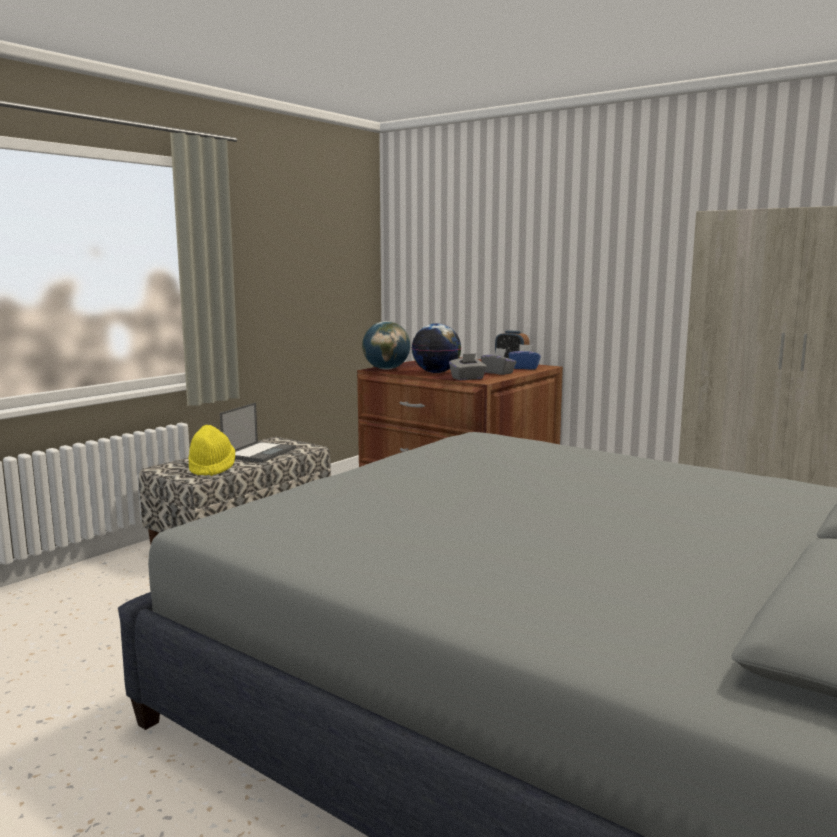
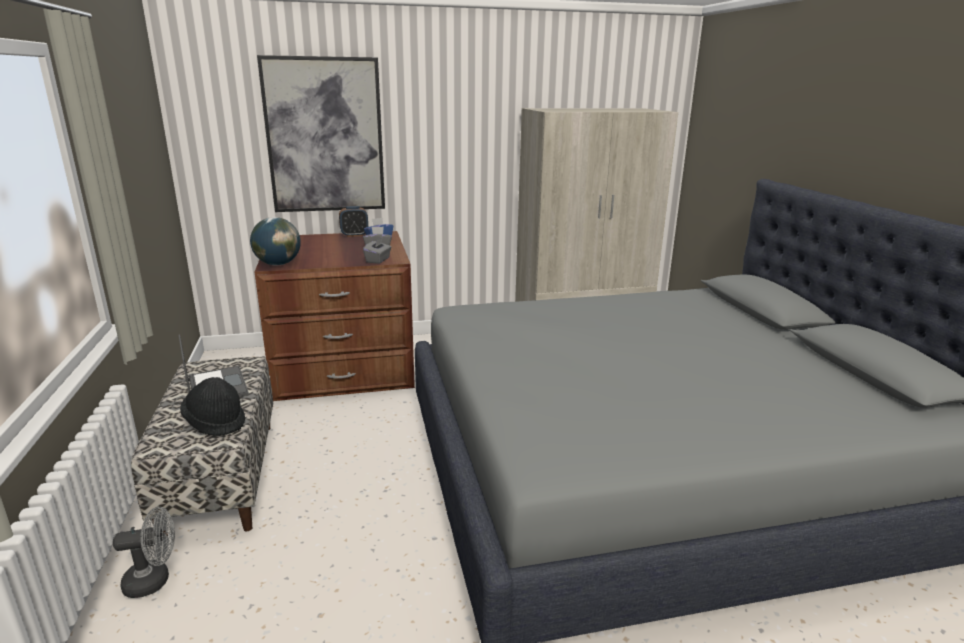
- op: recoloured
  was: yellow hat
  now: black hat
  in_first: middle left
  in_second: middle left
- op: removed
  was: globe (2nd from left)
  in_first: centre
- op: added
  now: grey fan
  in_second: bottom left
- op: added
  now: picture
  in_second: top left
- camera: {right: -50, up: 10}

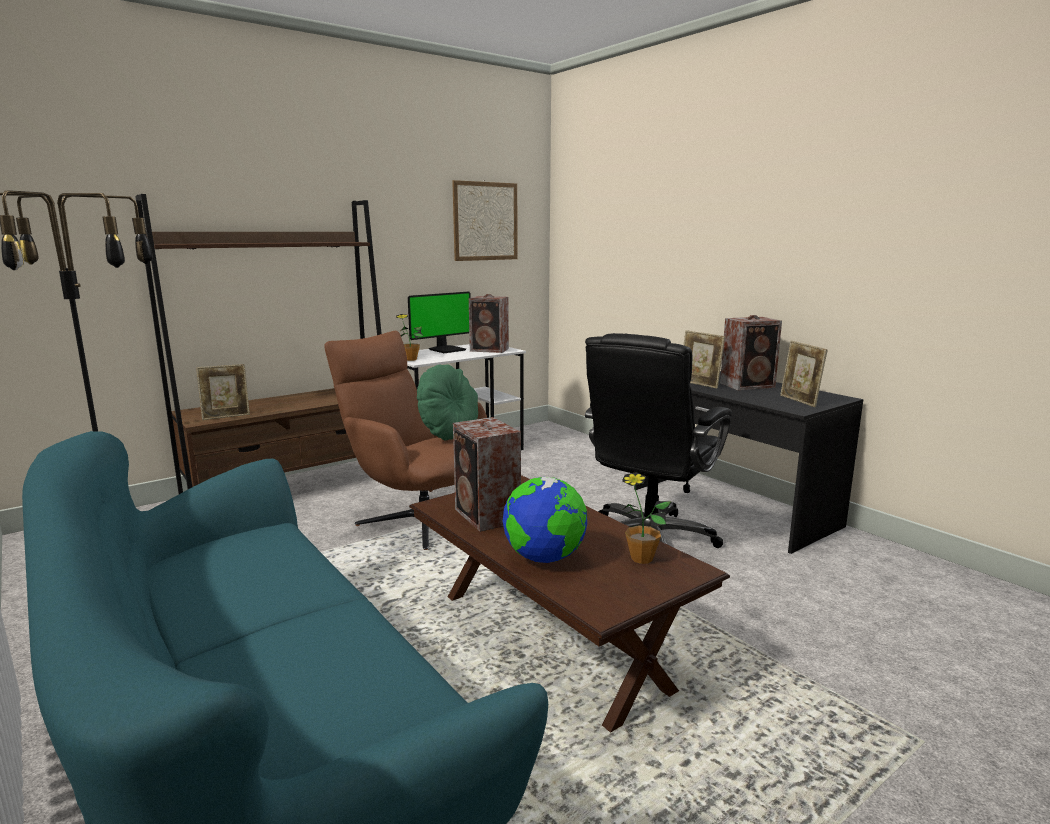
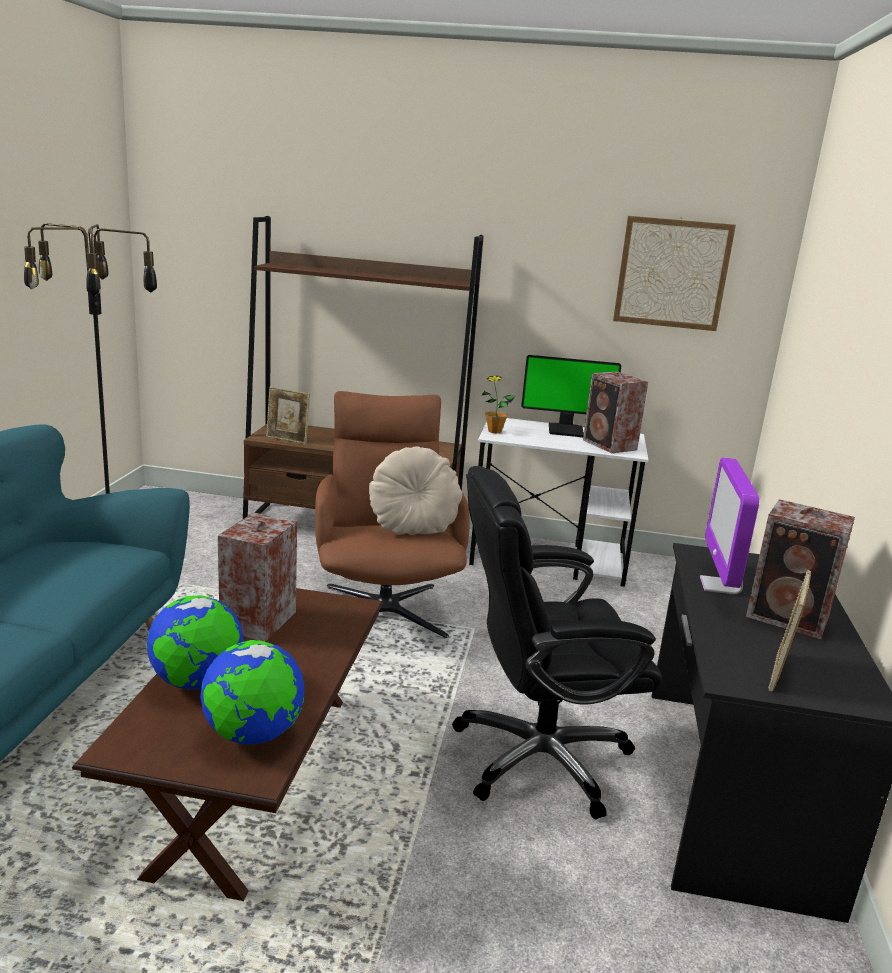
- op: recoloured
  was: green pillow
  now: beige pillow
  in_first: centre
  in_second: centre
- op: replaced
  was: potted plant (2nd from left)
  now: globe (2nd from left)
  in_first: centre
  in_second: bottom left
- op: replaced
  was: picture frame (2nd from left)
  now: monitor (2nd from left)
  in_first: middle right
  in_second: middle right
- camera: {right: 45, up: 5}

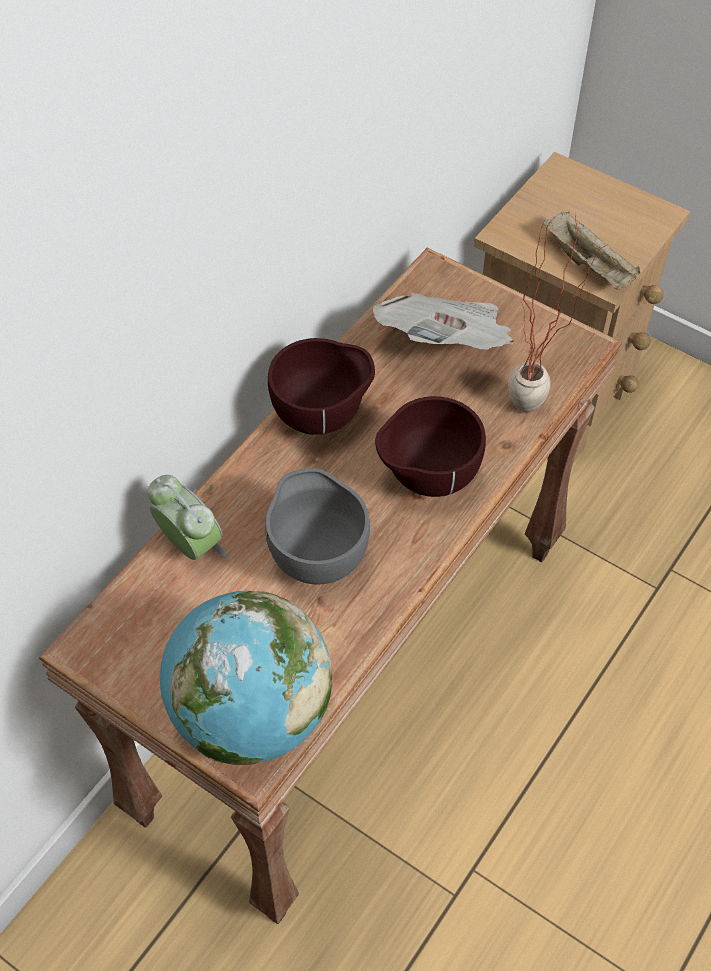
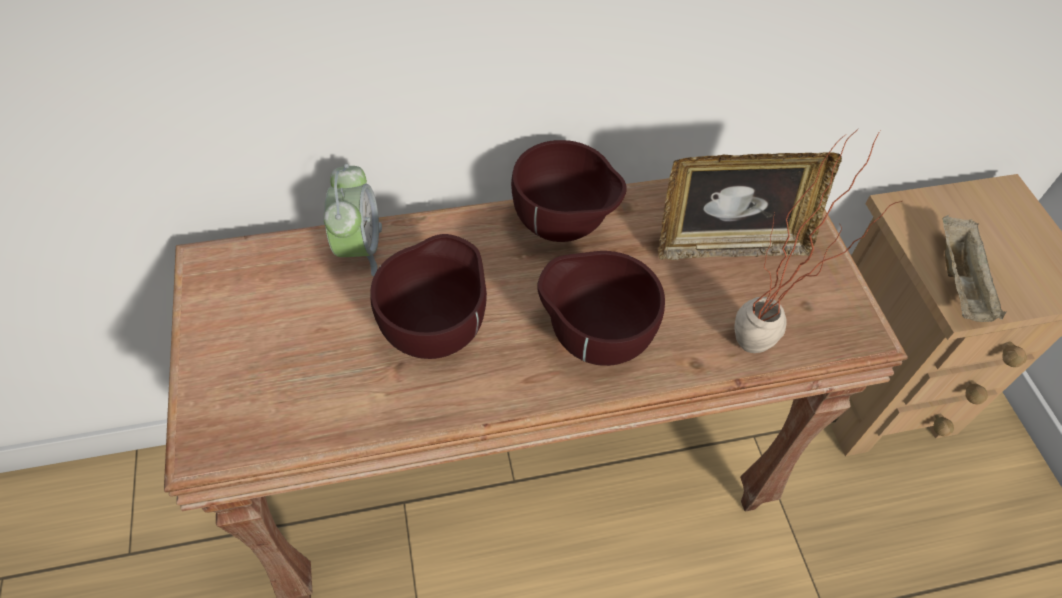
- op: removed
  was: globe
  in_first: bottom centre
- op: recoloured
  was: grey bowl
  now: brown bowl (1st from left)
  in_first: centre
  in_second: centre
- op: replaced
  was: newspaper
  now: picture frame
  in_first: top centre
  in_second: middle right
- camera: {right: 40, up: 0}

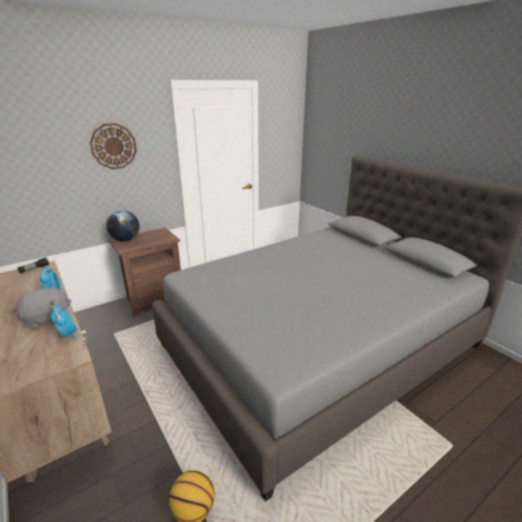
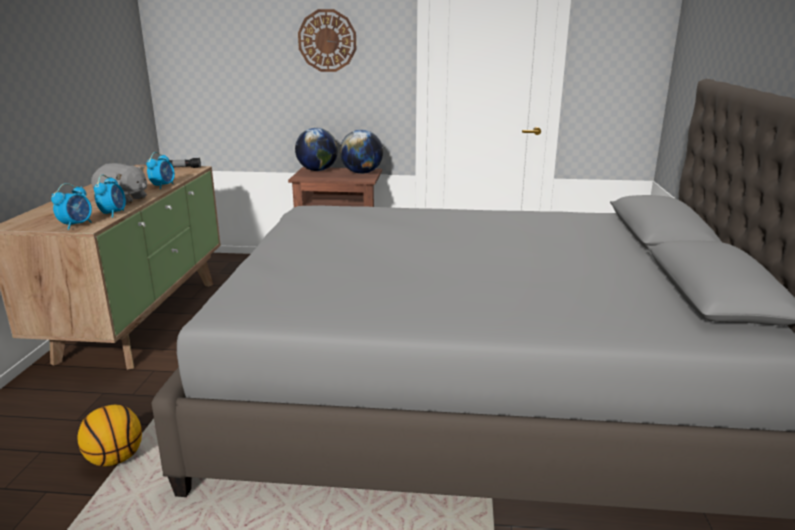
- op: added
  now: alarm clock (1st from left)
  in_second: middle left
- op: added
  now: globe (2nd from left)
  in_second: top centre
- camera: {right: 40, up: -5}

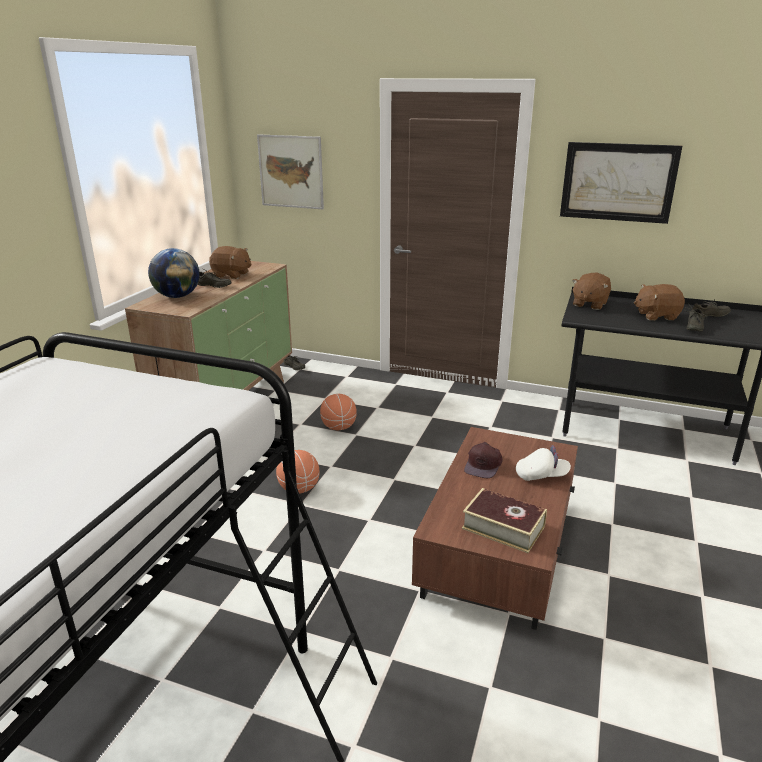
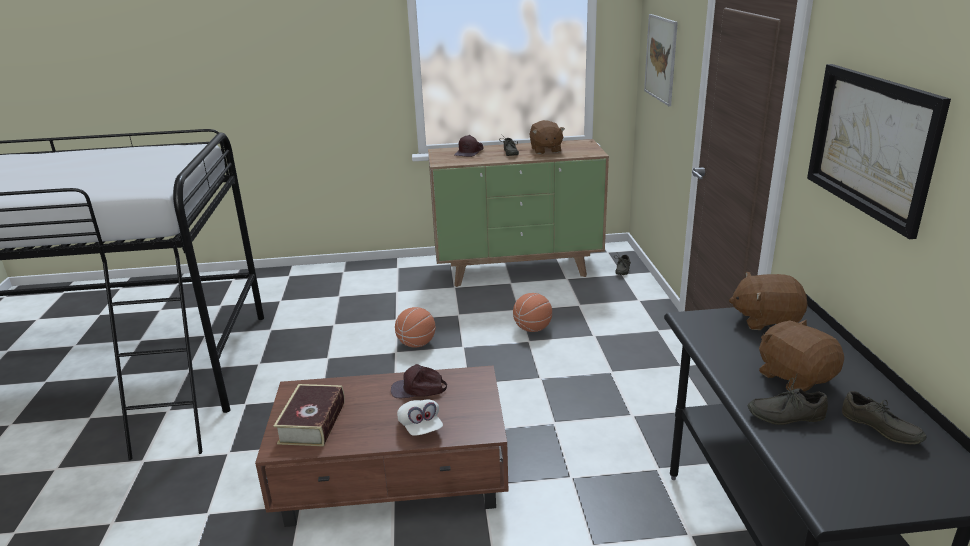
- op: replaced
  was: globe
  now: brown cap (2nd from left)
  in_first: middle left
  in_second: top centre
- camera: {right: 65, up: 0}

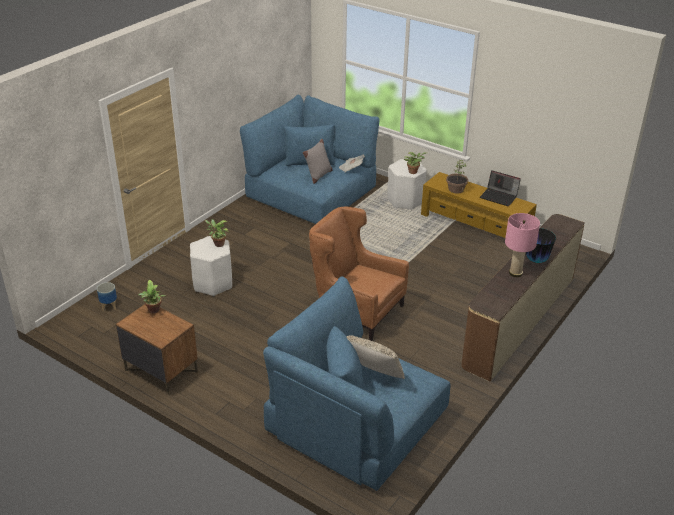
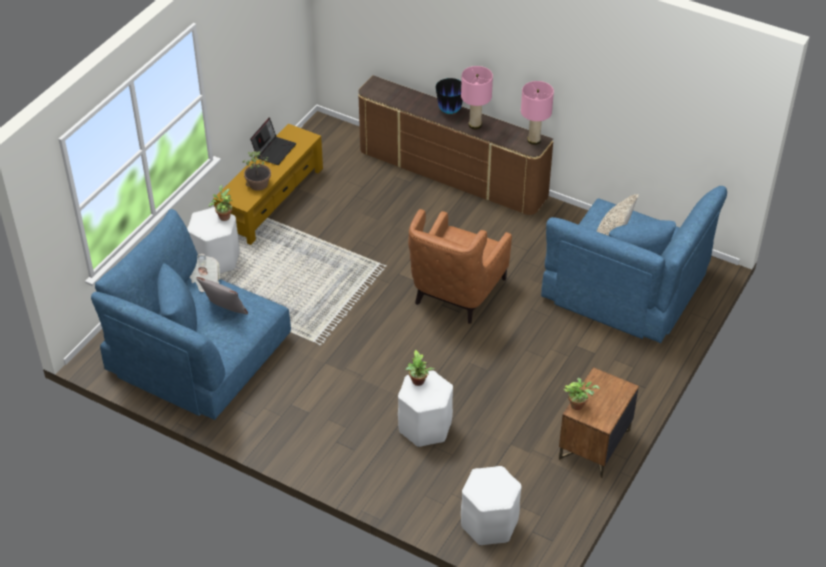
- op: replaced
  was: planter
  now: white stool (3rd from left)
  in_first: middle left
  in_second: bottom centre
- op: added
  now: pink table lamp (2nd from left)
  in_second: top centre
- camera: {right: -95, up: 10}

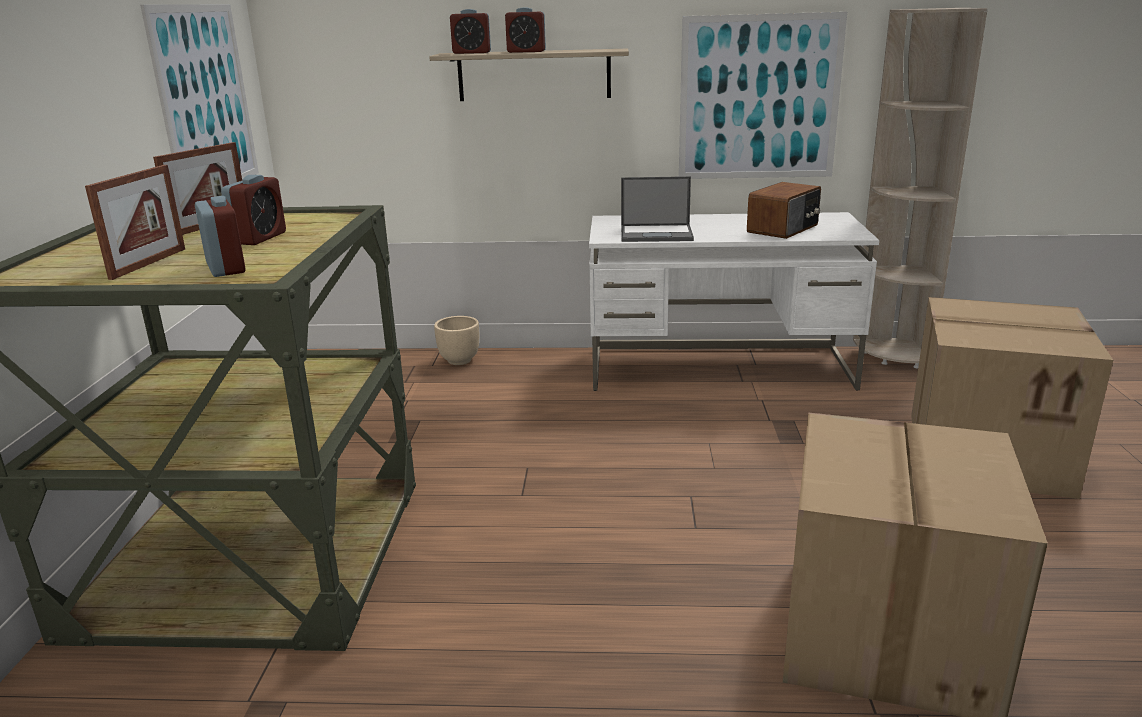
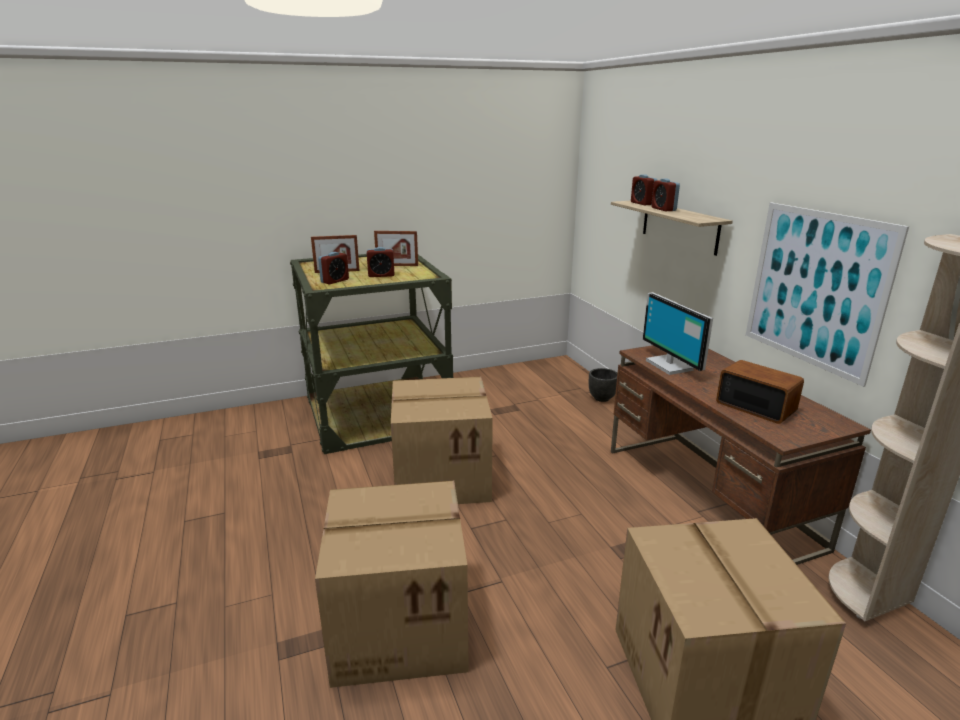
- op: removed
  was: picture (1st from left)
  in_first: top left
- op: recoloured
  was: beige planter
  now: black planter
  in_first: centre
  in_second: centre
- op: recoloured
  was: white desk
  now: brown desk
  in_first: centre
  in_second: middle right
- op: replaced
  was: laptop
  now: monitor
  in_first: top centre
  in_second: middle right
- op: turned
  was: radio
  in_first: top right
  in_second: middle right
  clockwise: -150
- op: added
  now: cardboard box (2nd from left)
  in_second: centre
- camera: {right: 65, up: 0}

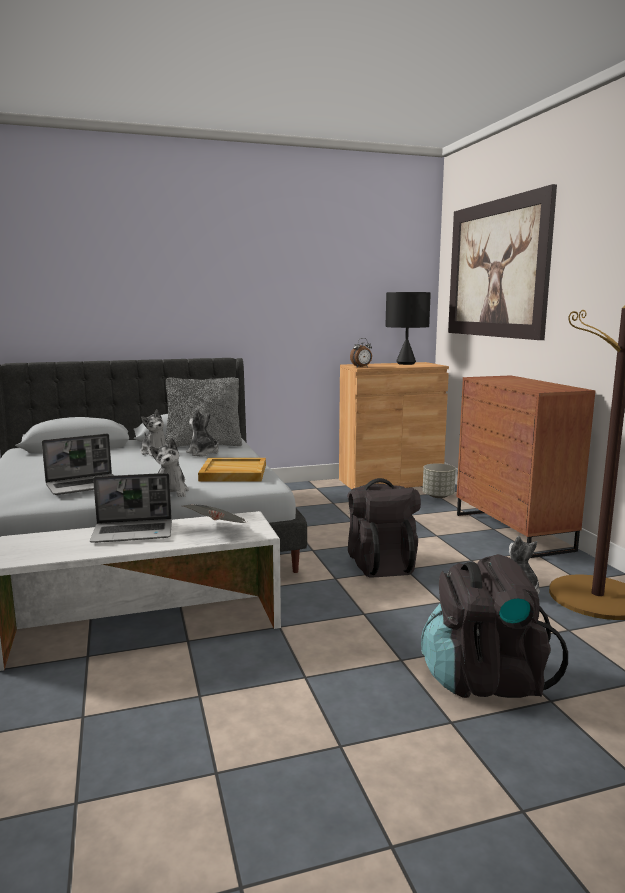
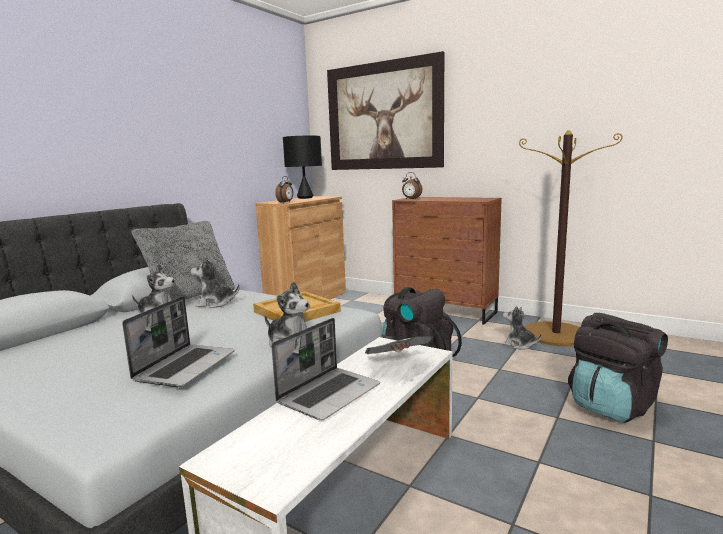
- op: removed
  was: grey planter
  in_first: middle right
- op: added
  now: alarm clock (2nd from left)
  in_second: centre
- camera: {right: -40, up: 0}

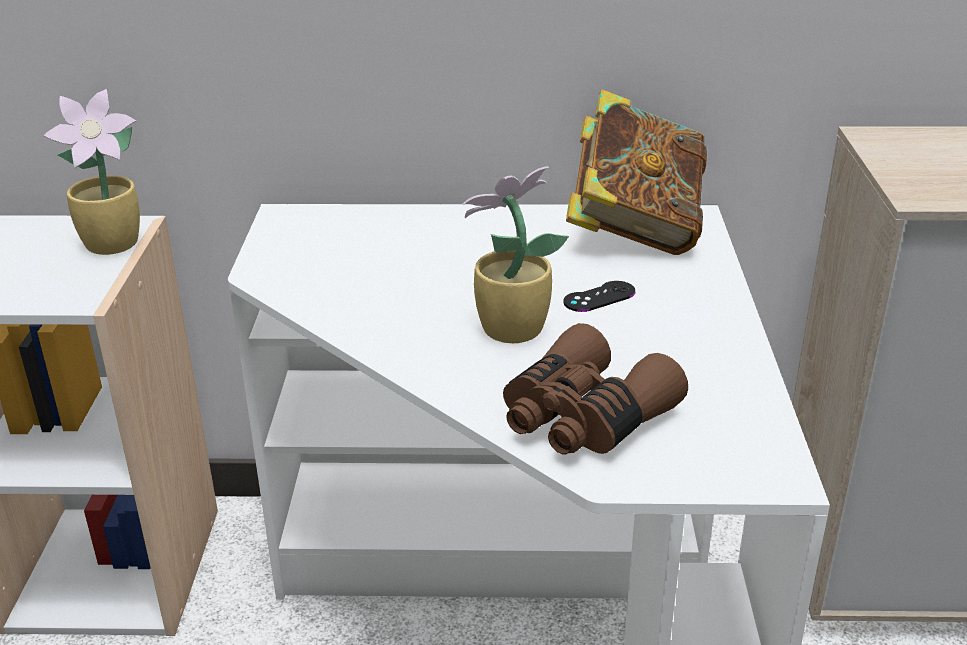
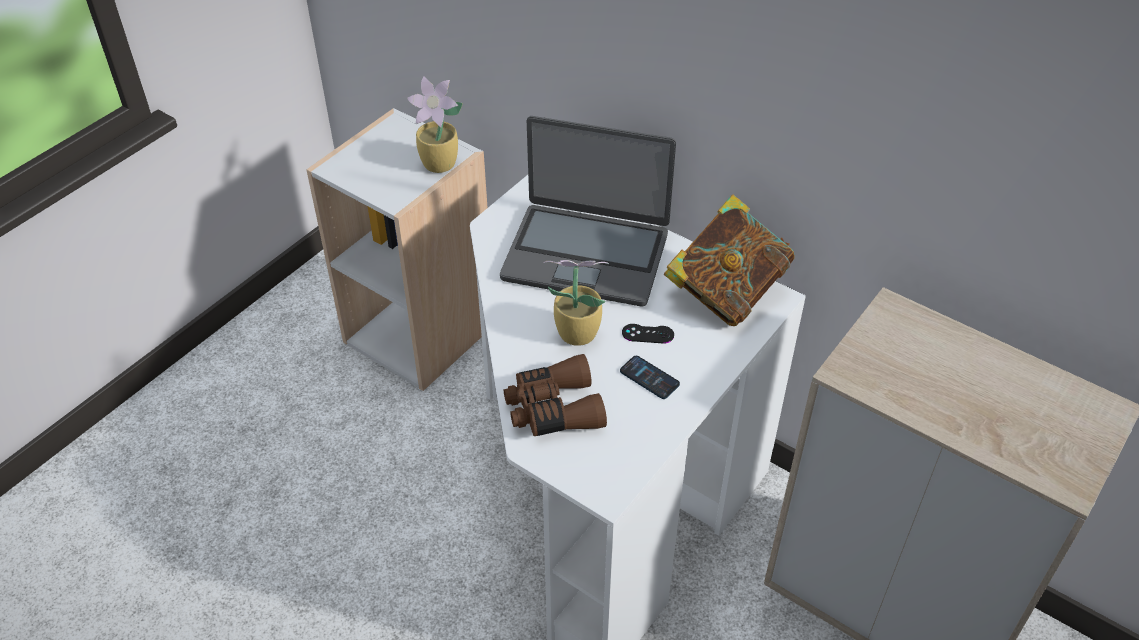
- op: added
  now: laptop
  in_second: top centre
- op: added
  now: phone
  in_second: centre
- camera: {right: 35, up: 15}

